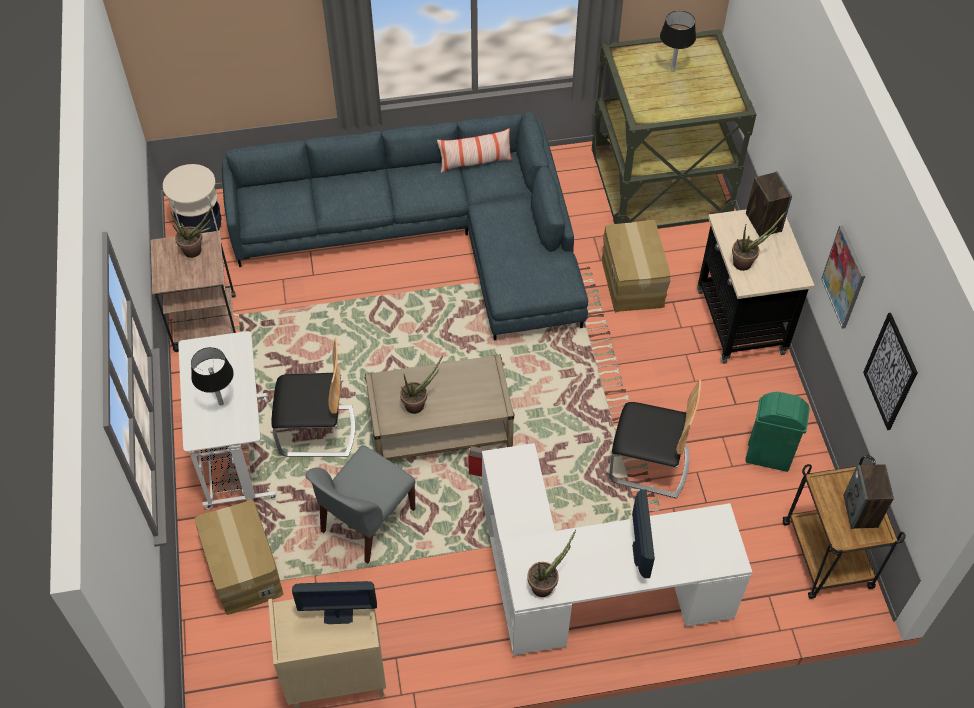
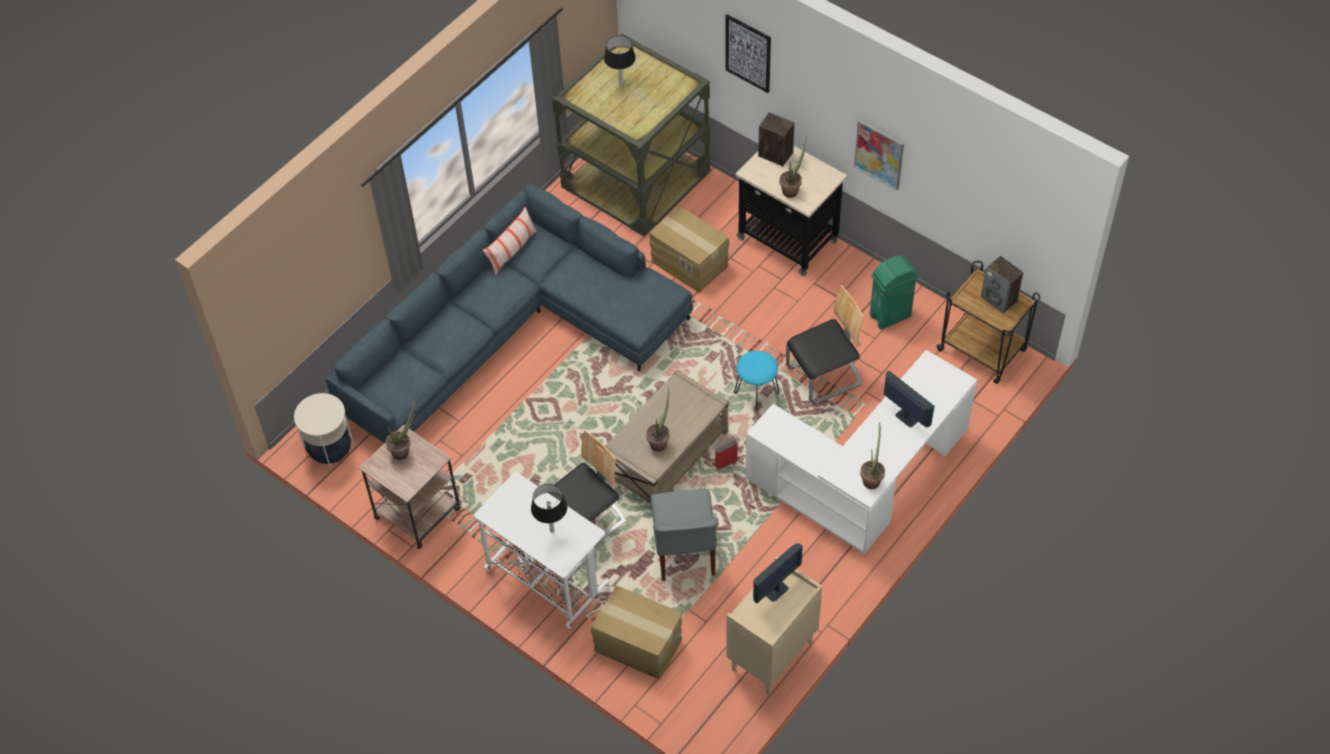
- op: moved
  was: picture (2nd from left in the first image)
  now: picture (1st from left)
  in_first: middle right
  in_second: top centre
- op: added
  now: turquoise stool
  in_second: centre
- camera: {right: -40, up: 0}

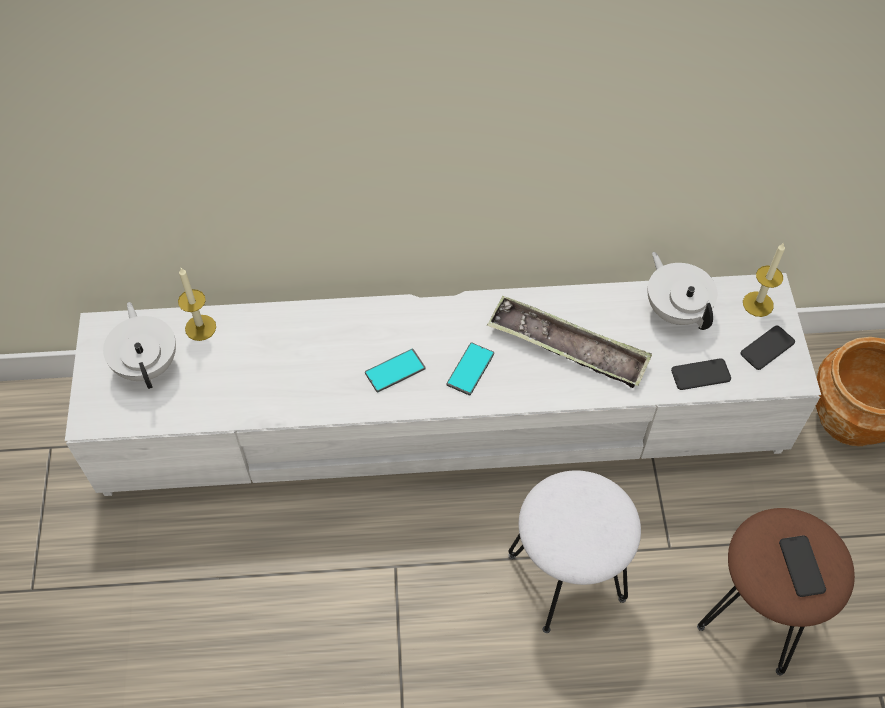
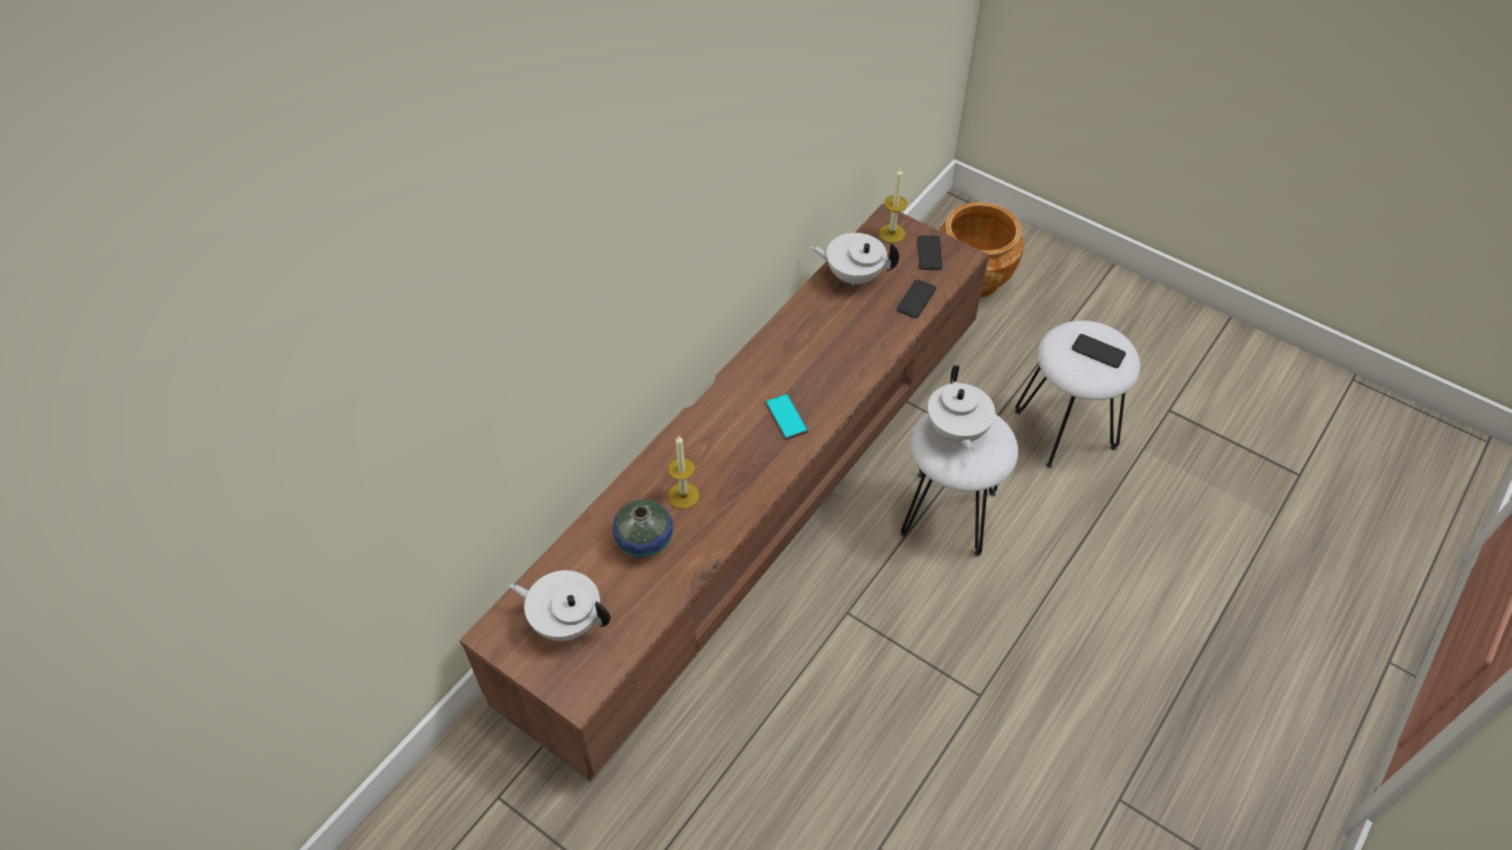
- op: recoloured
  was: white tv stand
  now: brown tv stand
  in_first: centre
  in_second: centre
- op: moved
  was: candle (1st from left)
  in_first: middle left
  in_second: centre
- op: removed
  was: phone (1st from left)
  in_first: centre
- op: removed
  was: tray
  in_first: centre
- op: recoloured
  was: brown stool
  now: white stool (2nd from left)
  in_first: bottom right
  in_second: middle right
- op: added
  now: vase
  in_second: centre
- op: added
  now: white teapot (3rd from left)
  in_second: centre
- camera: {right: -50, up: -5}

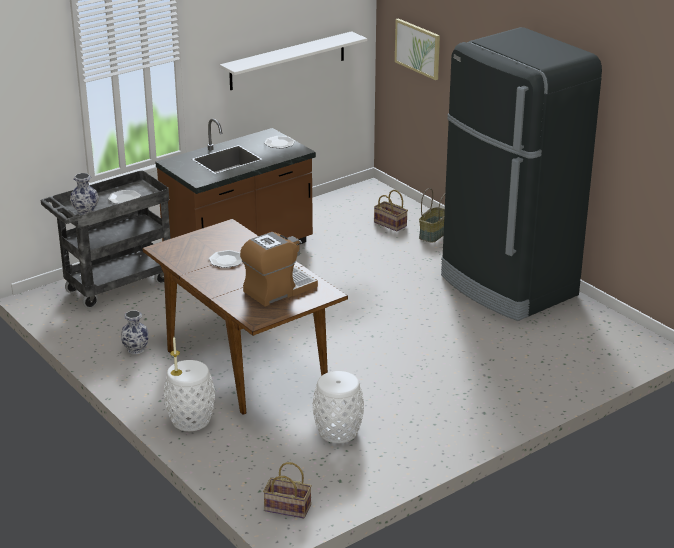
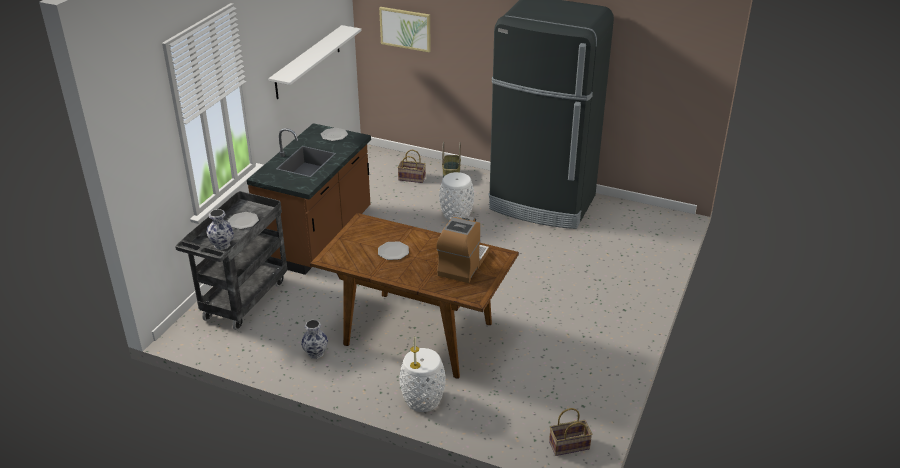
- op: moved
  was: white stool (2nd from left)
  in_first: bottom centre
  in_second: centre
- camera: {right: -30, up: 5}

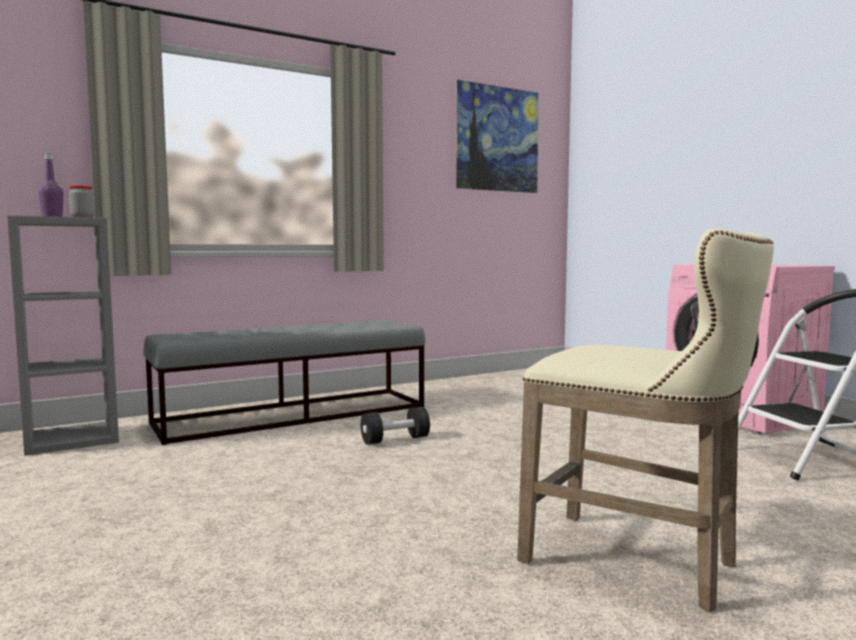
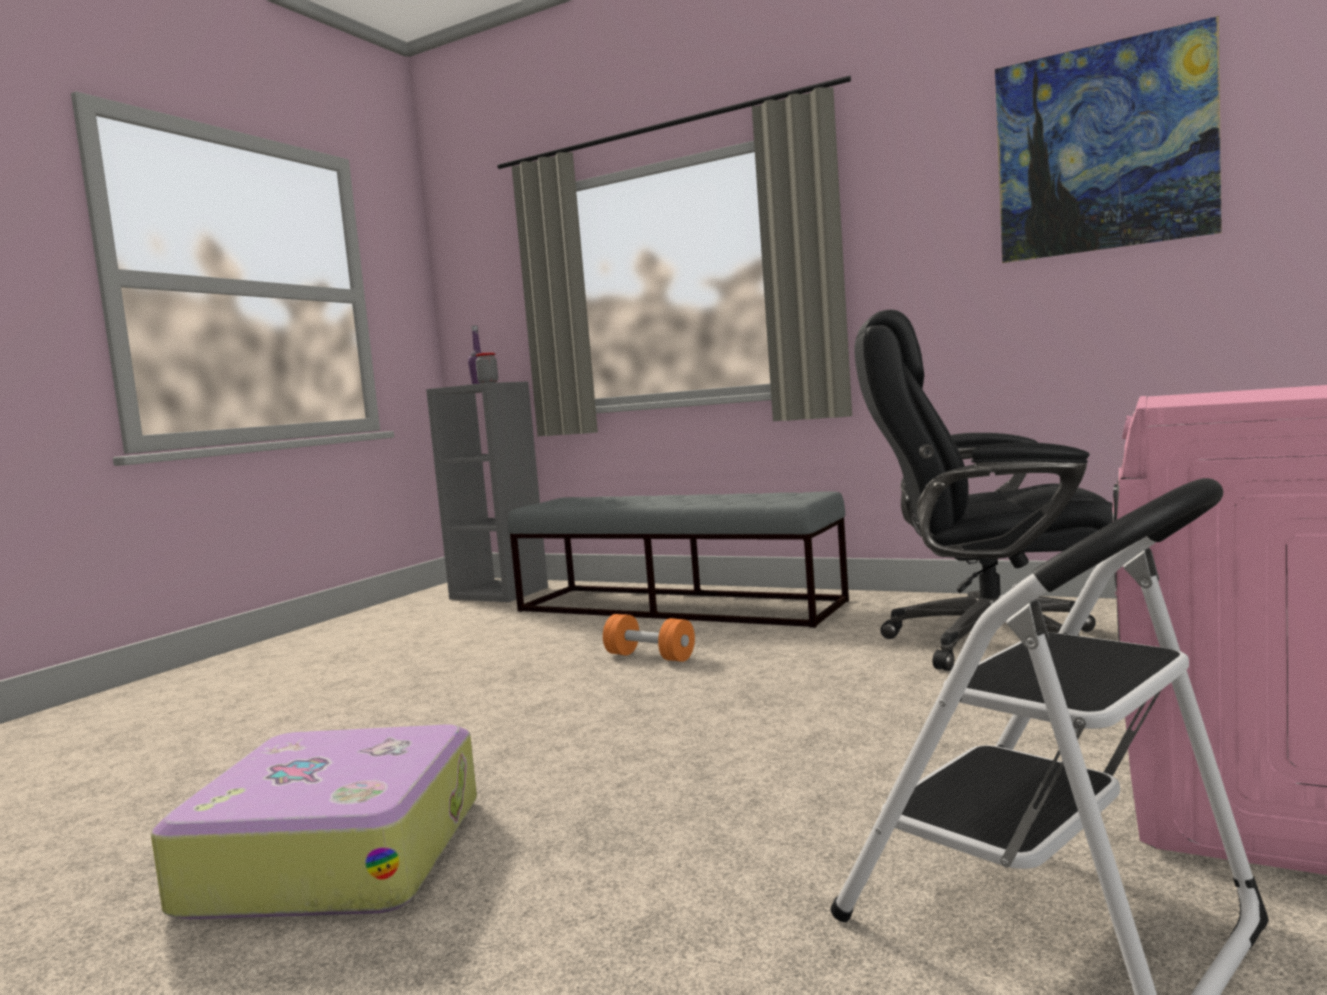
- op: recoloured
  was: black dumbbell
  now: orange dumbbell
  in_first: centre
  in_second: centre
- op: replaced
  was: beige stool
  now: suitcase
  in_first: middle right
  in_second: bottom left
- op: added
  now: black office chair
  in_second: middle right
- camera: {right: 60, up: 0}

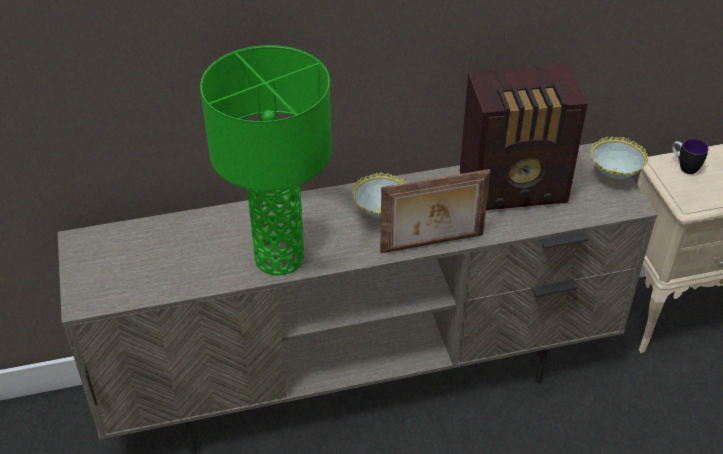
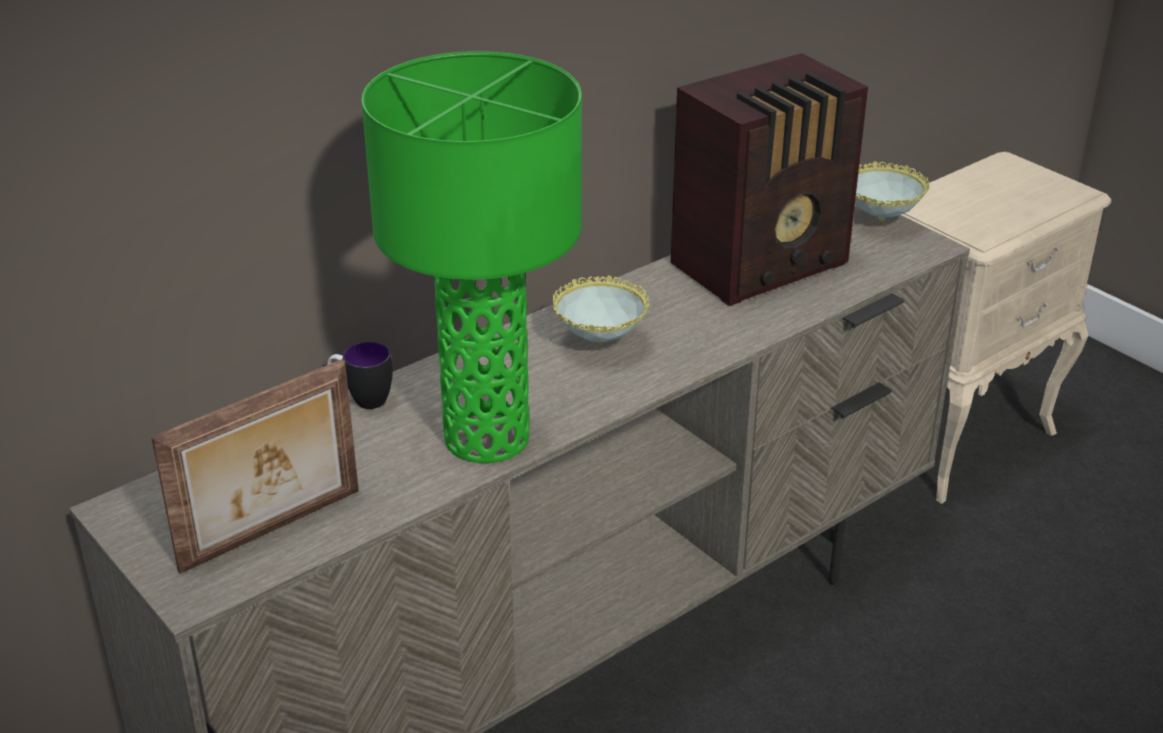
- op: moved
  was: picture frame
  in_first: centre
  in_second: middle left
- op: moved
  was: mug
  in_first: middle right
  in_second: middle left
- camera: {right: -25, up: -10}

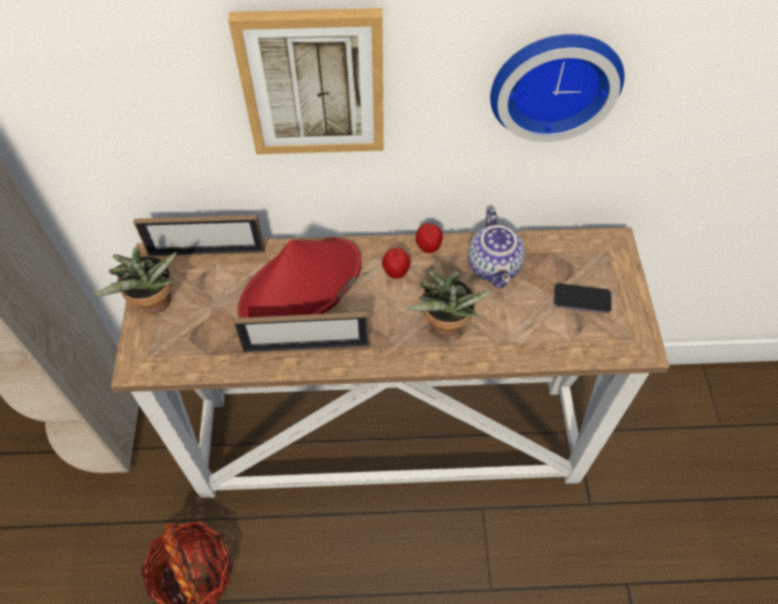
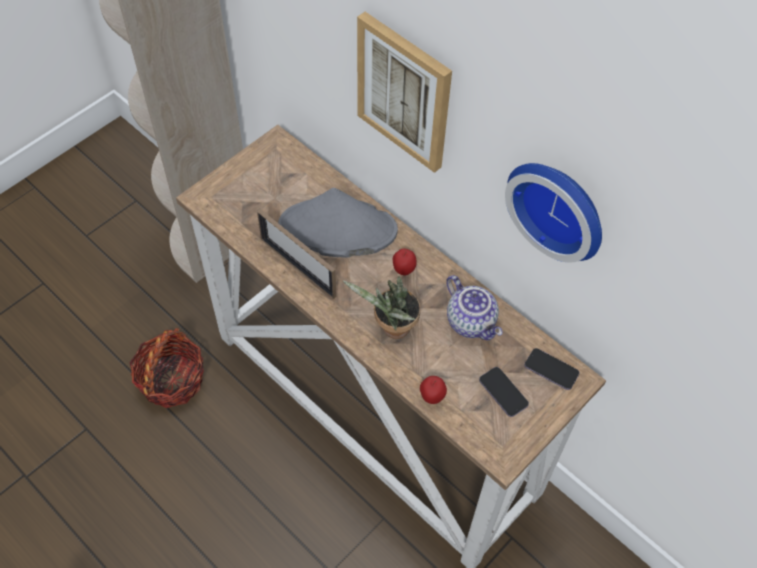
- op: removed
  was: potted plant (1st from left)
  in_first: middle left
- op: removed
  was: picture frame (1st from left)
  in_first: middle left
- op: recoloured
  was: red hat
  now: grey hat
  in_first: centre
  in_second: centre
- op: moved
  was: apple (2nd from left)
  in_first: centre
  in_second: bottom centre
- op: turned
  was: teapot
  in_first: centre
  in_second: centre
  clockwise: -75
- op: added
  now: phone (2nd from left)
  in_second: middle right
- camera: {right: 45, up: 0}

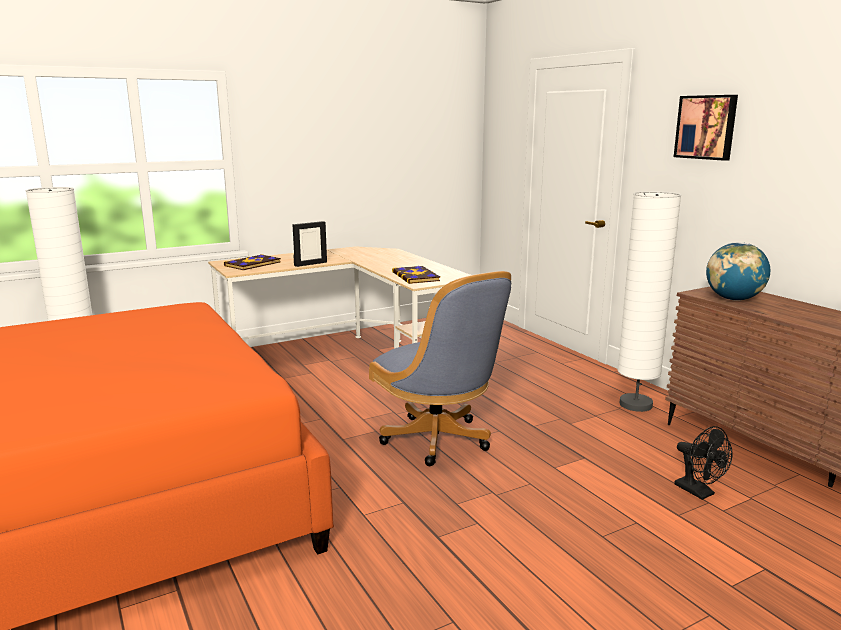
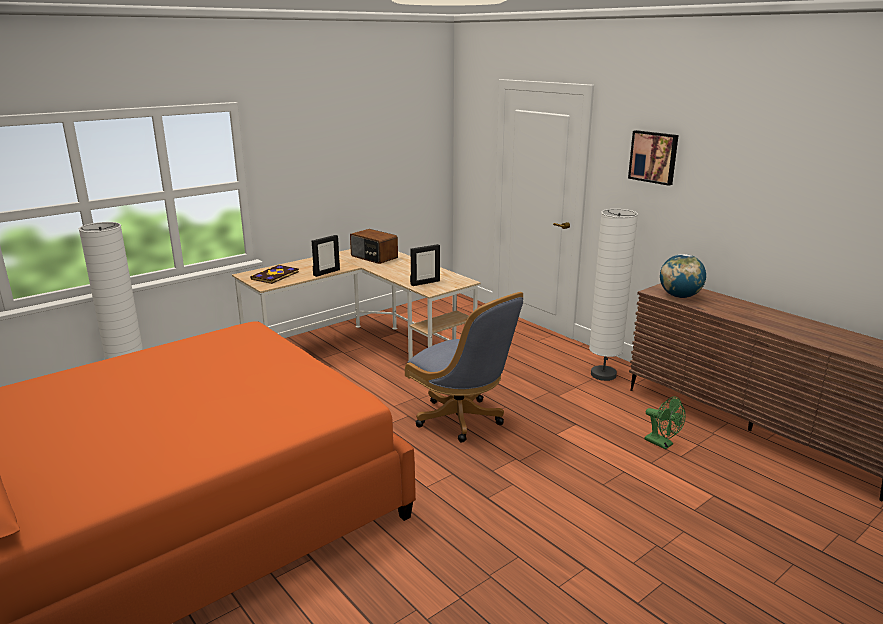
- op: replaced
  was: book (2nd from left)
  now: picture frame (2nd from left)
  in_first: centre
  in_second: centre
- op: recoloured
  was: black fan
  now: green fan
  in_first: bottom right
  in_second: bottom right
- op: added
  now: radio
  in_second: centre
- camera: {right: -10, up: 5}

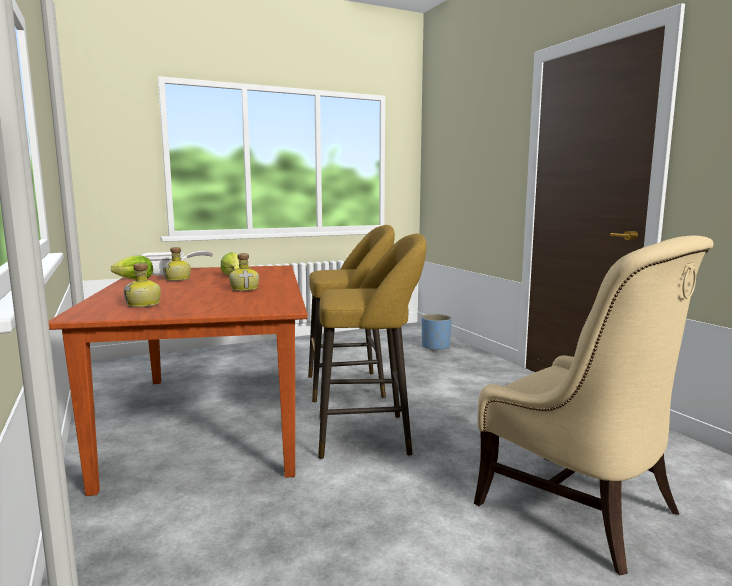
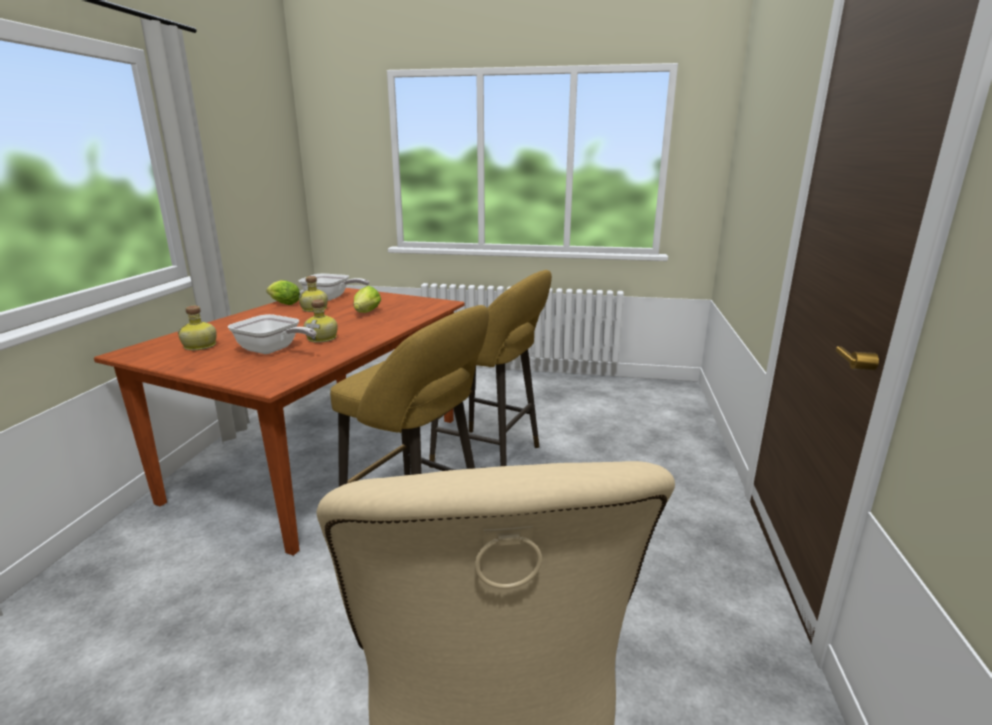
- op: removed
  was: blue planter
  in_first: centre
- op: added
  now: frying pan (1st from left)
  in_second: middle left
- camera: {right: 35, up: 10}

